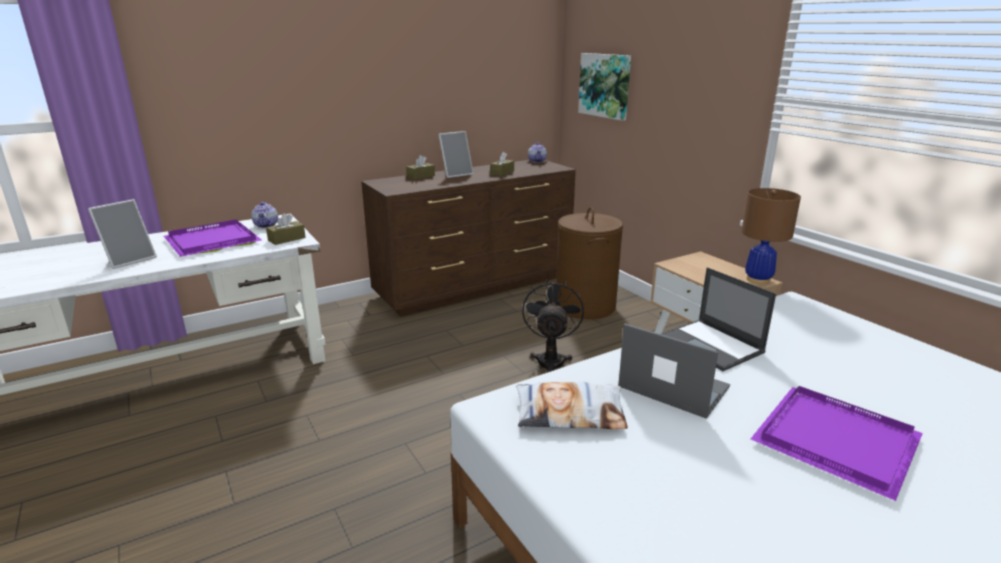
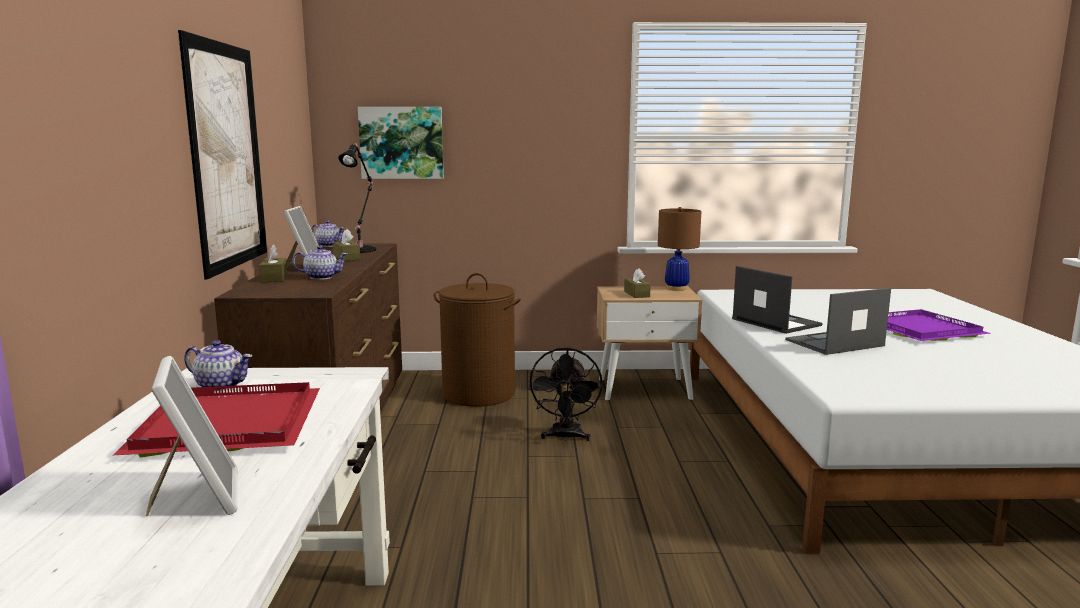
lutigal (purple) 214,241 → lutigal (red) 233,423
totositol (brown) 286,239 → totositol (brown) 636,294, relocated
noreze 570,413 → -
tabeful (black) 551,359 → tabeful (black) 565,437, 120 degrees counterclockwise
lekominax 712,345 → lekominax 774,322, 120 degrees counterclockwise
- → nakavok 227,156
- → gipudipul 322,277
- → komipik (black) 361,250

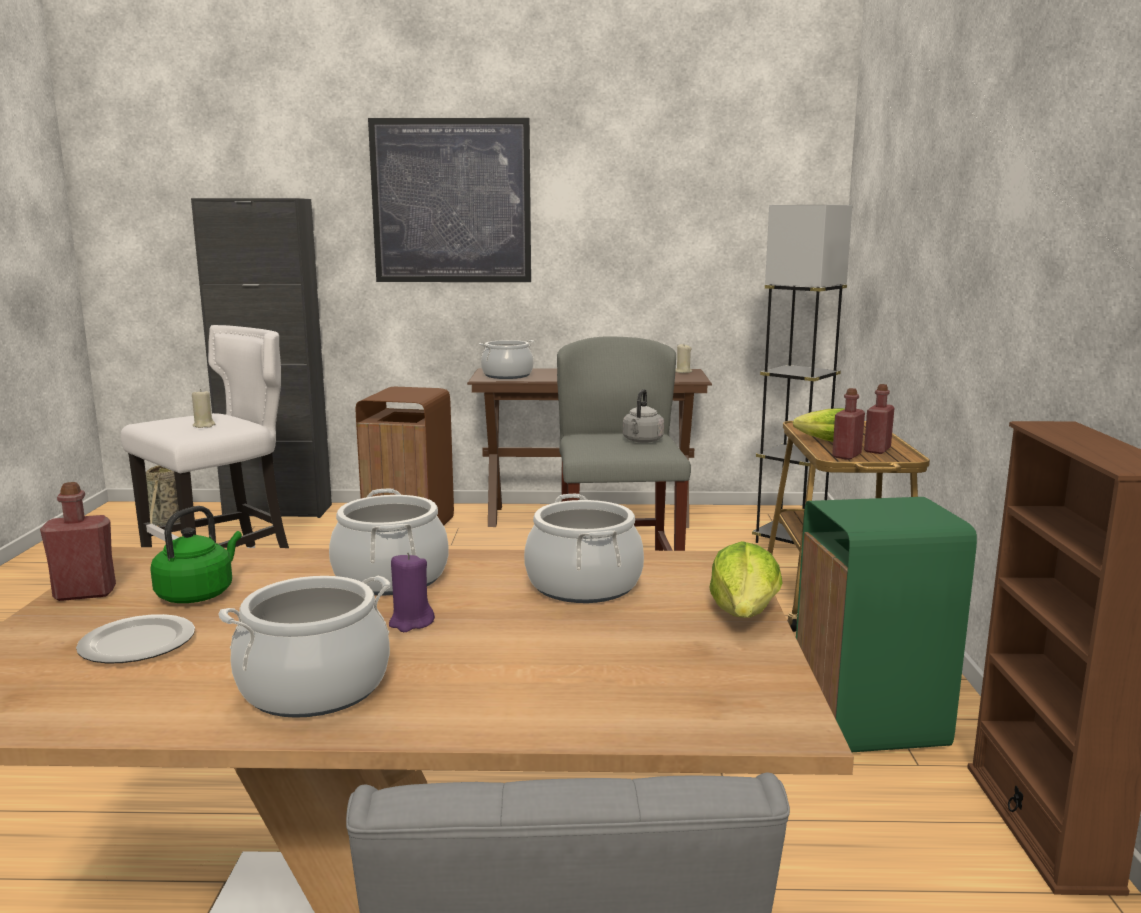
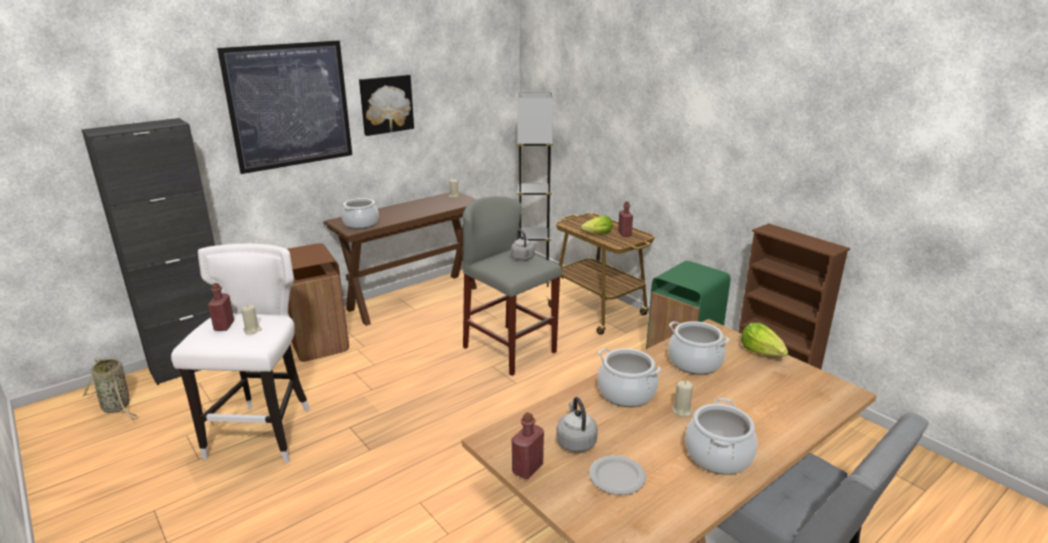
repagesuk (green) 198,594 → repagesuk (grey) 575,441
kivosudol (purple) 411,622 → kivosudol (beige) 682,410
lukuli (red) 846,456 → lukuli (red) 224,326, relocated
- → nakavok 386,104

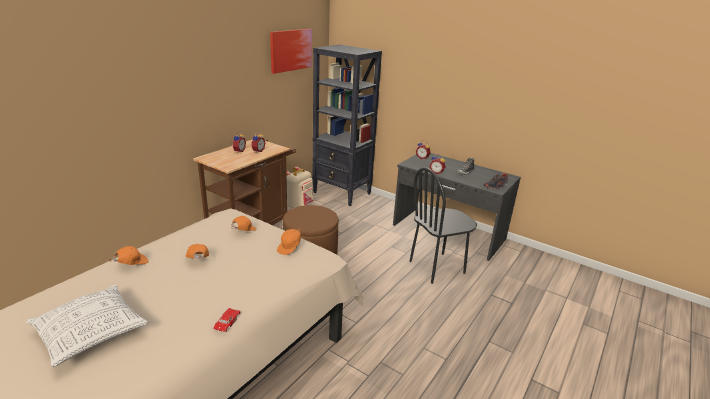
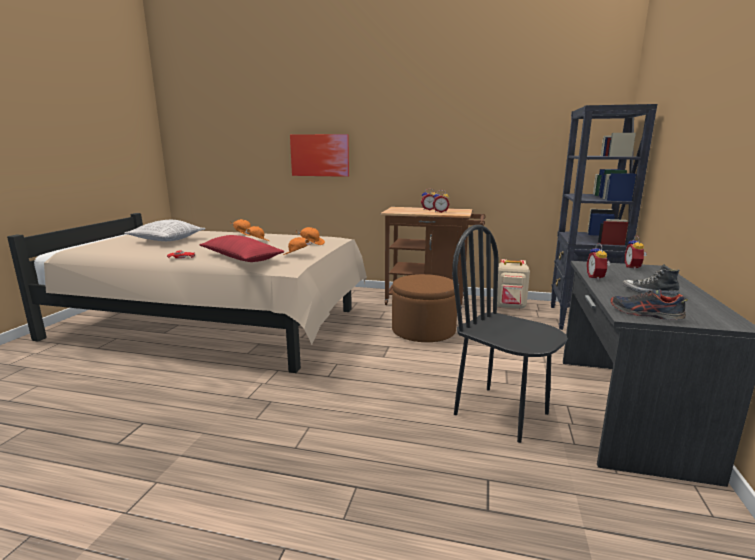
nakavok 291,50 → nakavok 320,155, relocated
- → noreze (red) 241,258

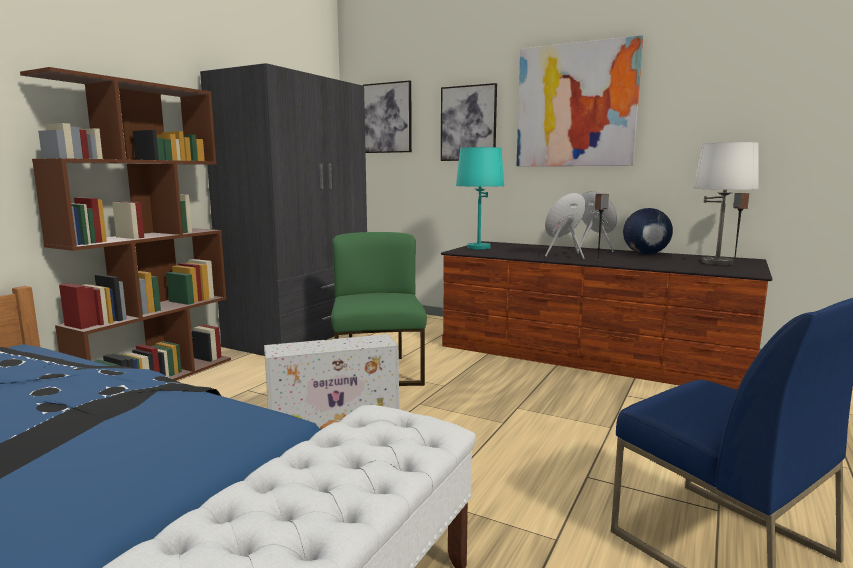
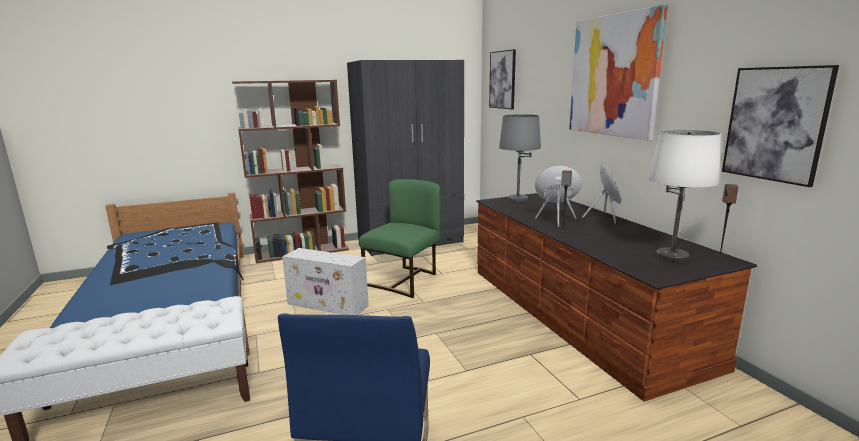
nakavok 468,123 → nakavok 775,124, relocated
komipik (turquoise) 479,247 → komipik (grey) 517,199
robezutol 645,254 → -

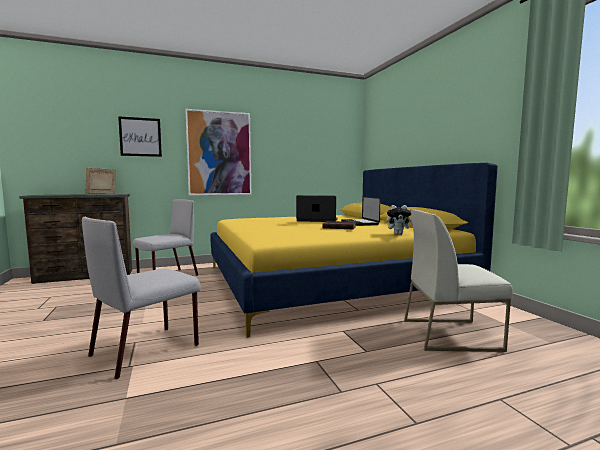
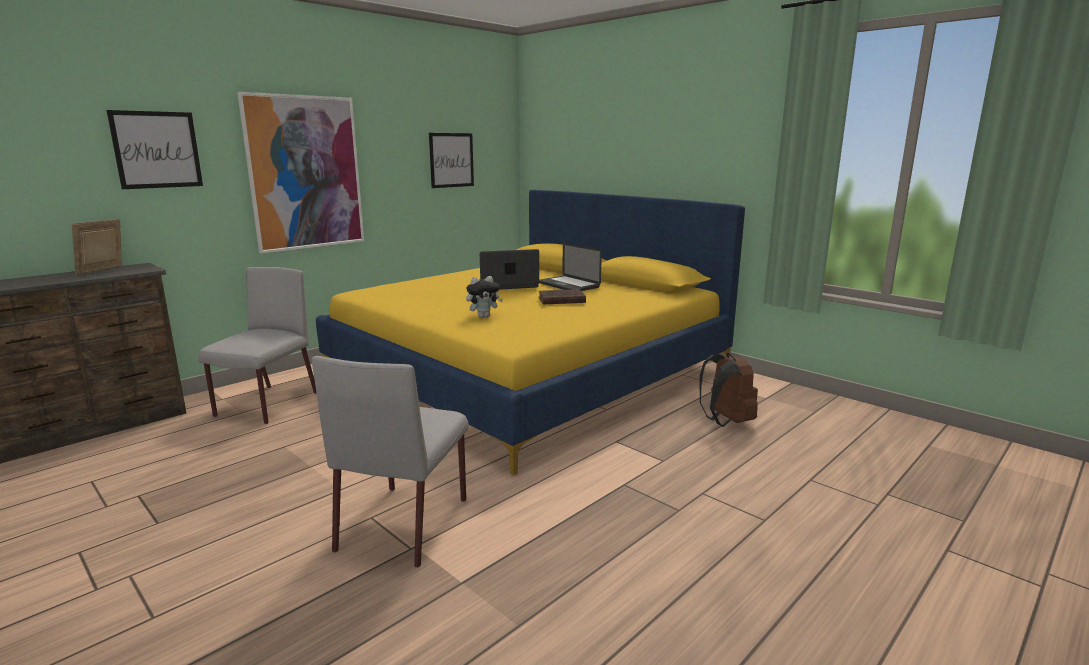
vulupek 398,234 → vulupek 484,316, relocated
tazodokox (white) 450,334 → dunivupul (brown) 725,421
- → nakavok 451,160

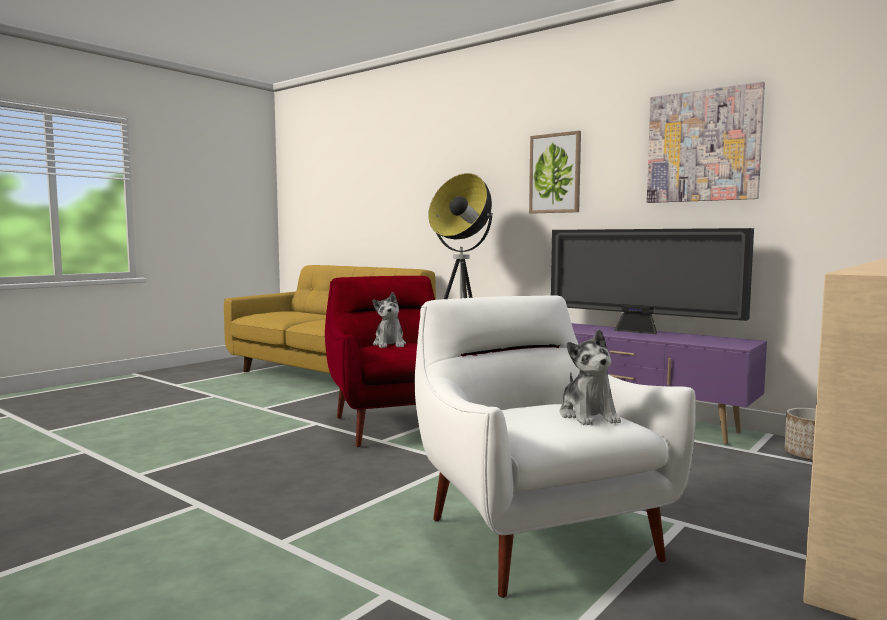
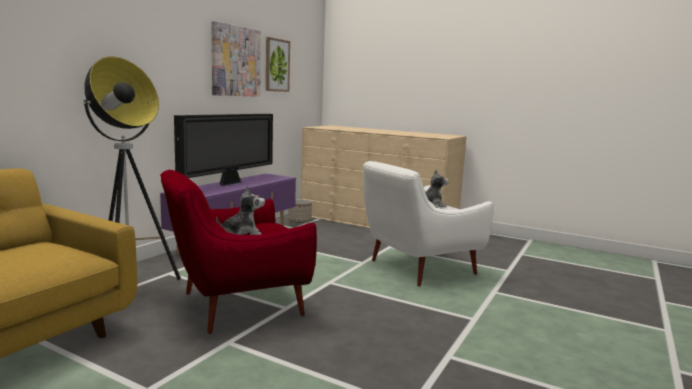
nakavok 555,173 → nakavok 276,65, relocated

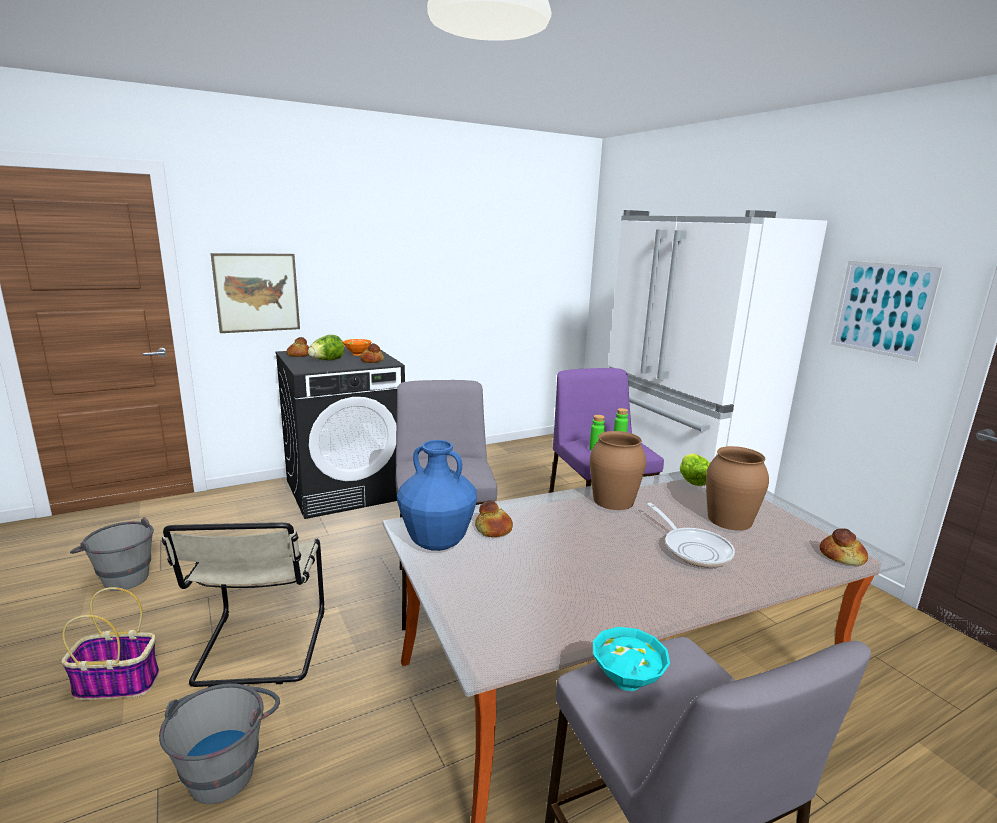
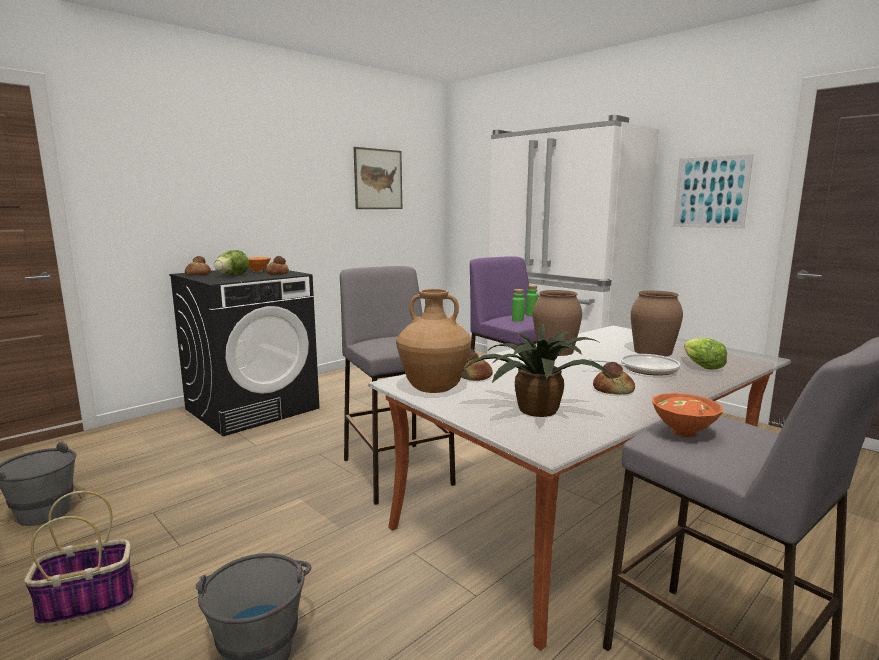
tazodokox (beige) 260,649 → -
nakavok 257,292 → nakavok 378,179, relocated
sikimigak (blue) 436,543 → sikimigak (brown) 433,389
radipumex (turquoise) 628,682 → radipumex (orange) 685,433
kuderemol 693,549 → kuderemol 643,369, 60 degrees counterclockwise
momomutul 692,480 → momomutul 701,366, relocated
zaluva 842,556 → zaluva 613,390, relocated
- → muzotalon 534,410

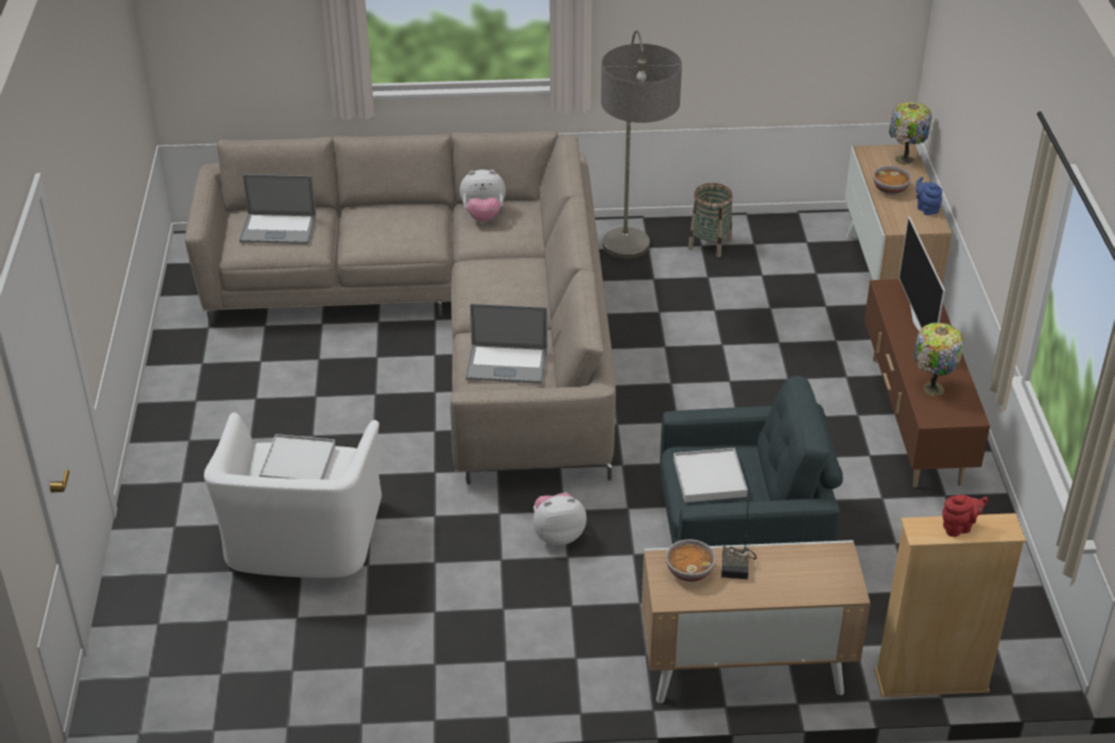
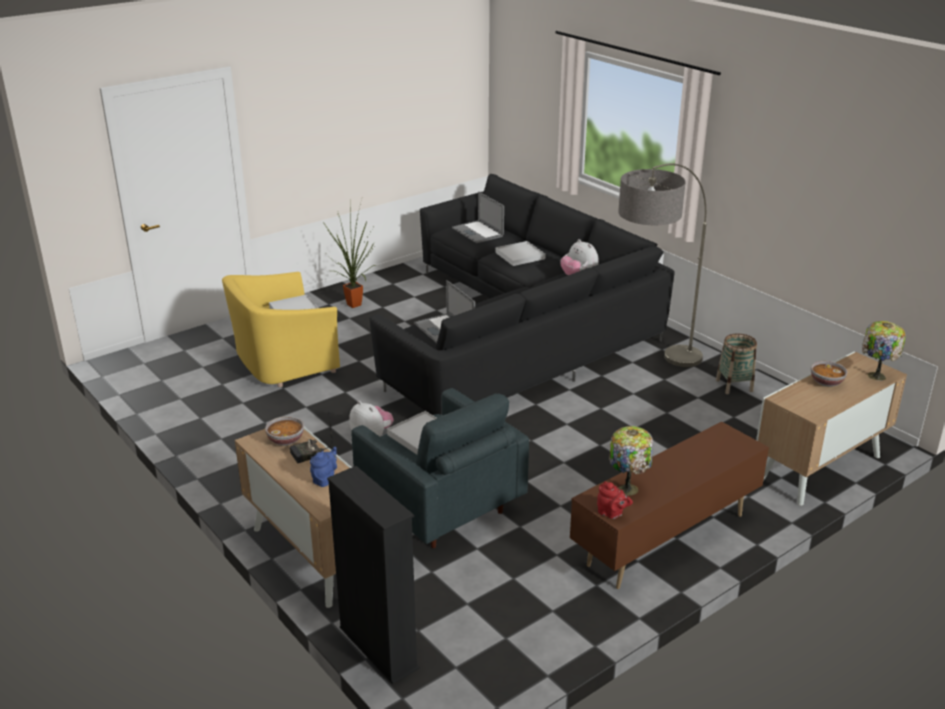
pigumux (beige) 446,323 → pigumux (black) 518,332
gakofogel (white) 302,540 → gakofogel (yellow) 284,362
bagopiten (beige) 931,681 → bagopiten (black) 378,648
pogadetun 919,323 → -
gipudipul (blue) 926,208 → gipudipul (blue) 325,479, relocated
gipudipul (red) 959,527 → gipudipul (red) 612,513, relocated
- → muzotalon 355,306
- → lutigal (white) 520,255

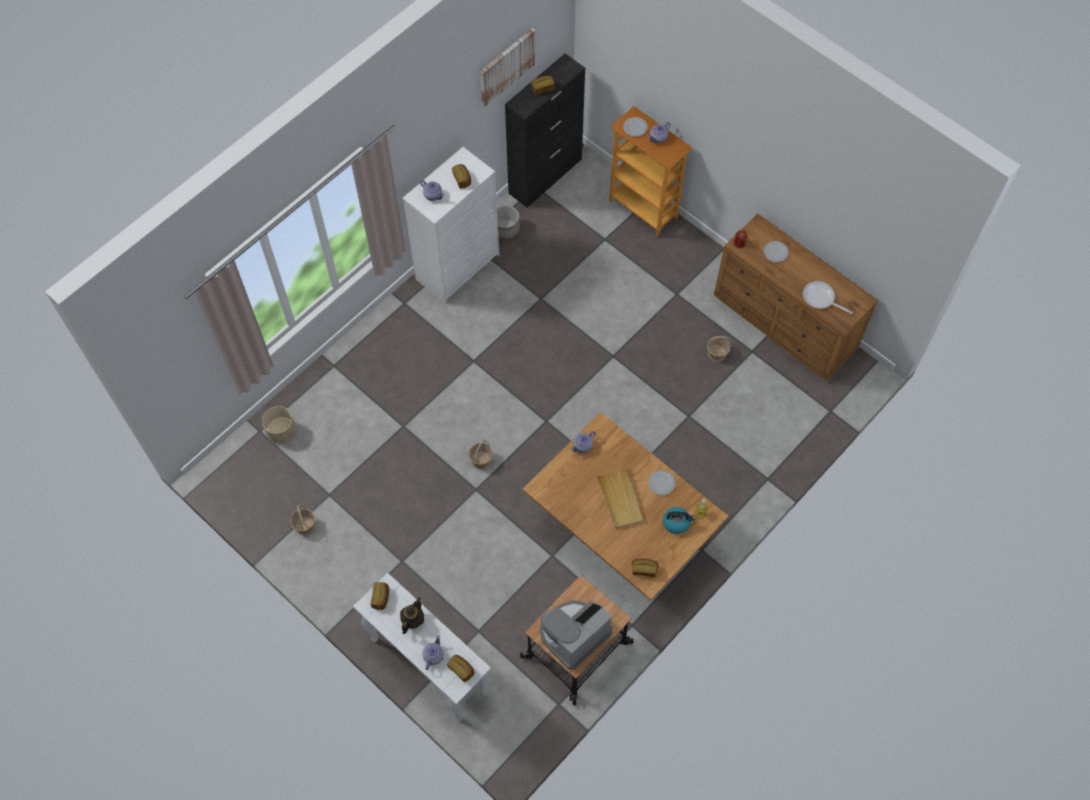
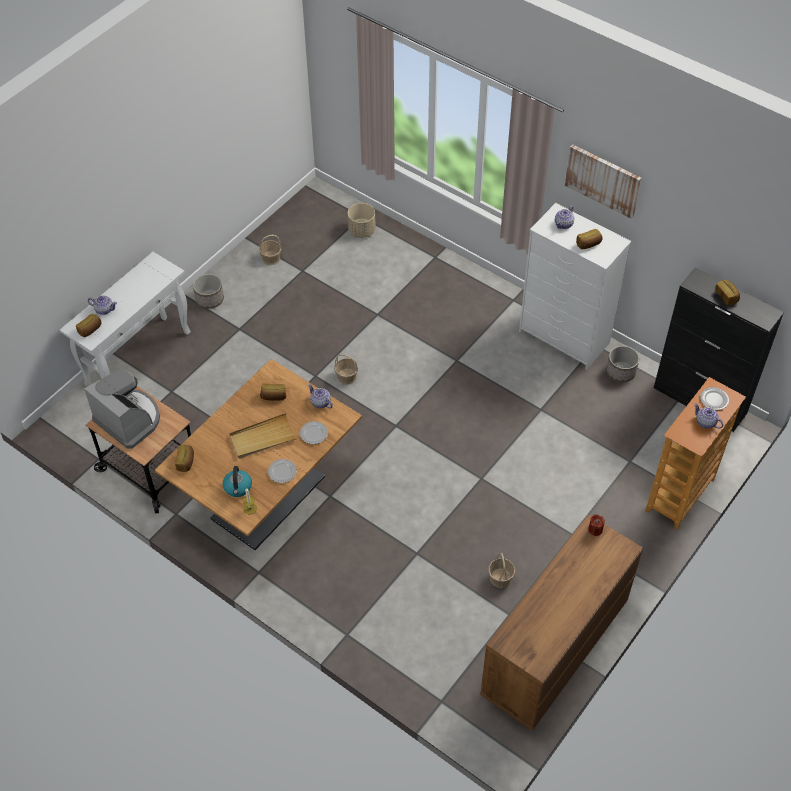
zaluva 381,598 → zaluva 273,397, relocated
gipudipul 412,620 → -
nakavok 506,66 → nakavok 603,180, relocated
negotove 775,252 → negotove 314,433, relocated
kuderemol 821,299 → -
- → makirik 210,299

